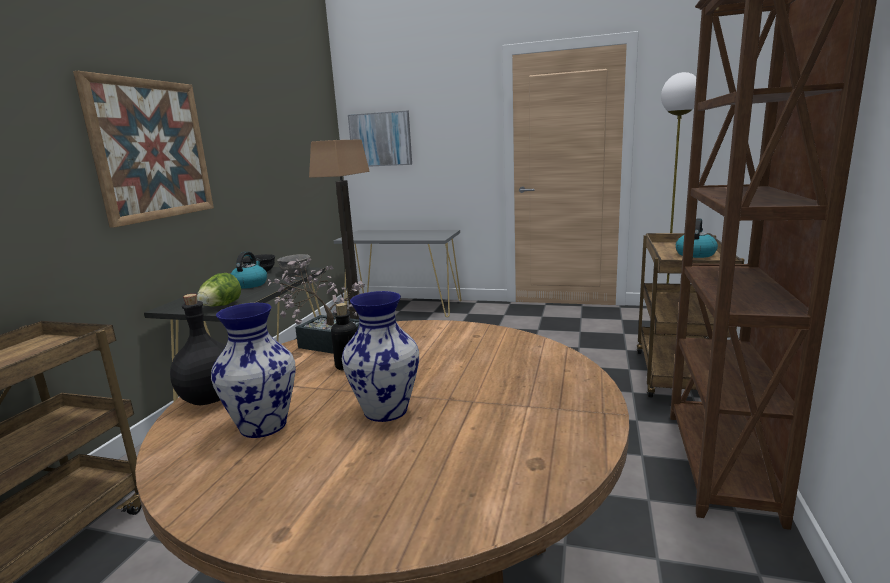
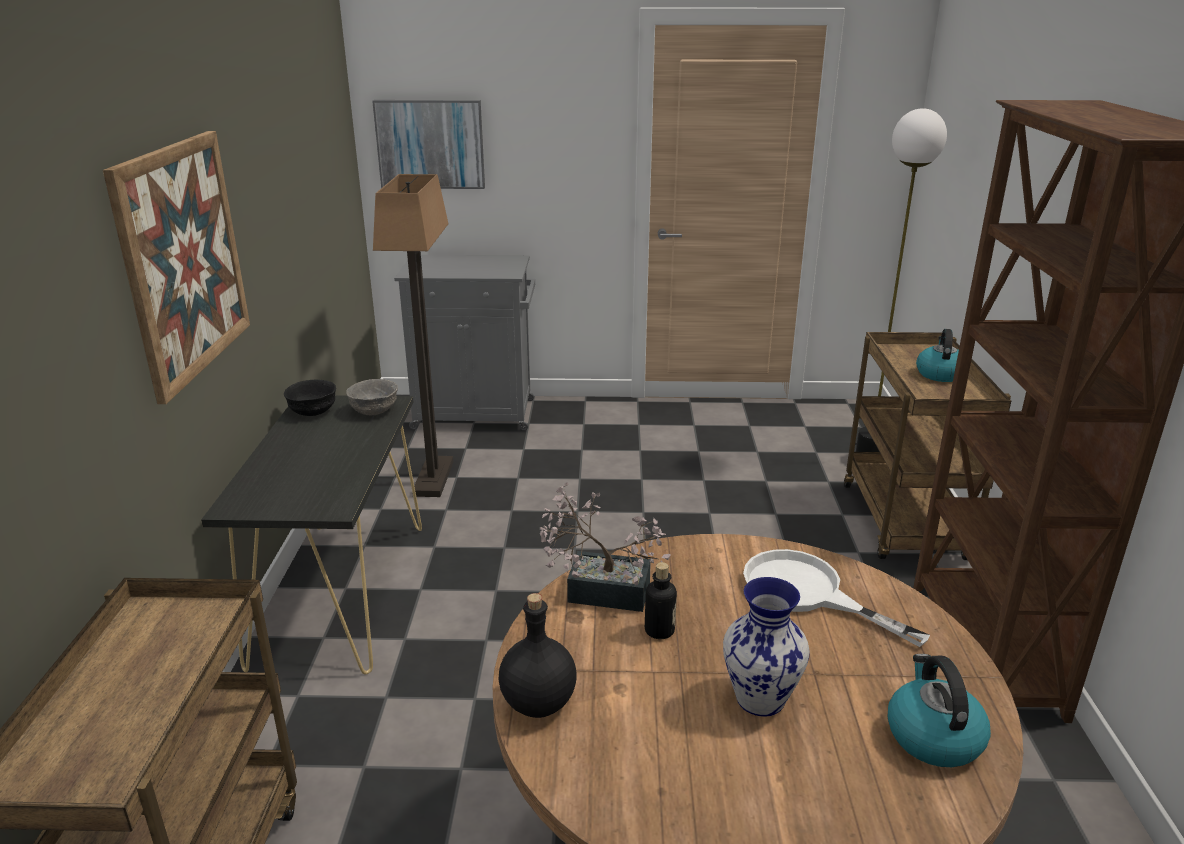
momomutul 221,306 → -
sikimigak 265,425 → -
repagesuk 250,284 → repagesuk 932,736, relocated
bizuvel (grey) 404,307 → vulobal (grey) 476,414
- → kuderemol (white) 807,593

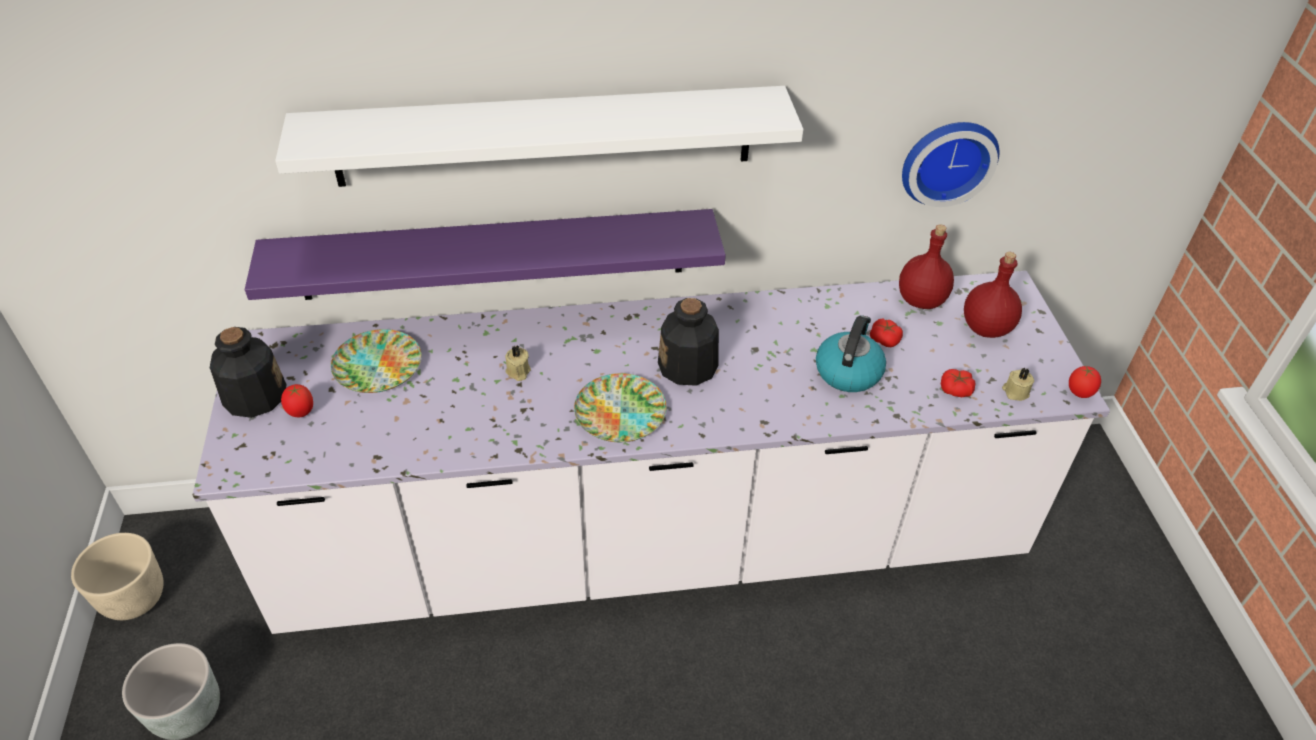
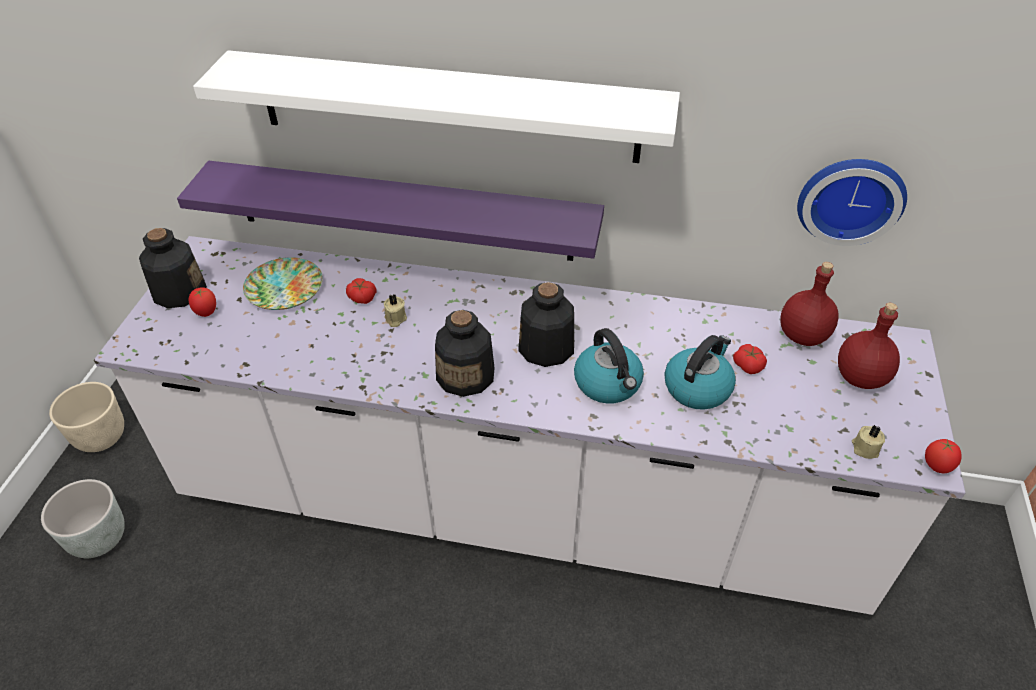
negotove 621,412 → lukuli 466,375
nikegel 955,390 → nikegel 362,297, relocated
- → repagesuk 608,384

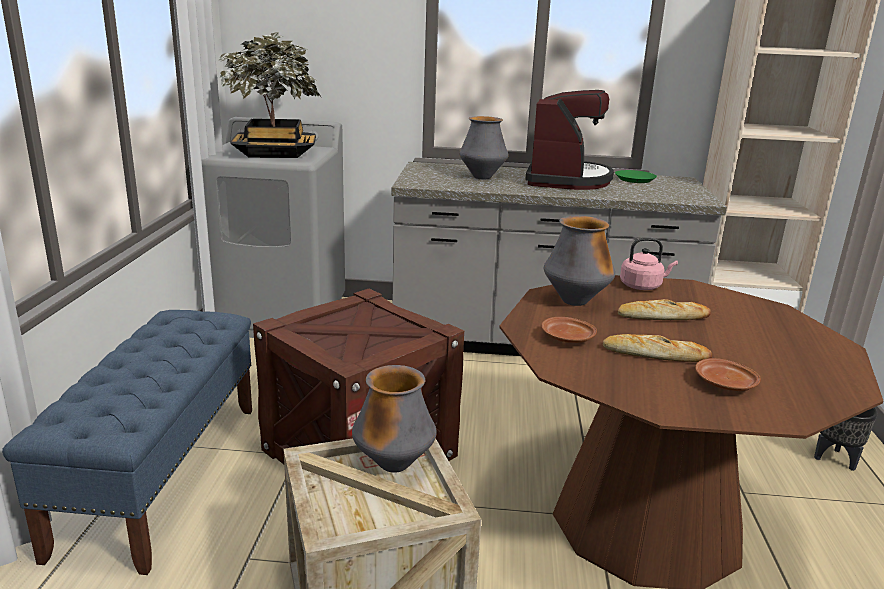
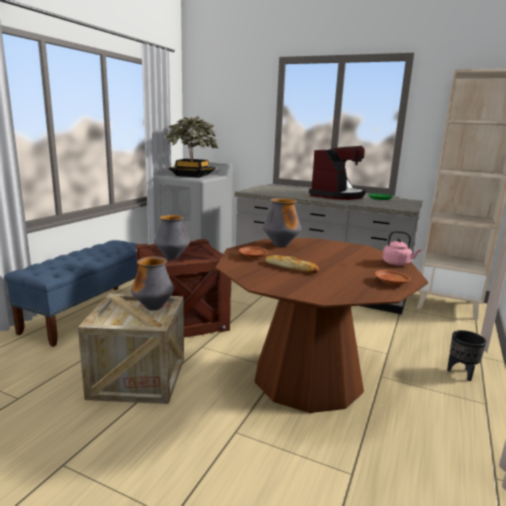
sikimigak 482,177 → sikimigak 172,257, relocated
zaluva 662,316 → -
repagesuk (pink) 642,286 → repagesuk (pink) 397,263, relocated
negotove (brown) 725,385 → negotove (brown) 391,282, relocated

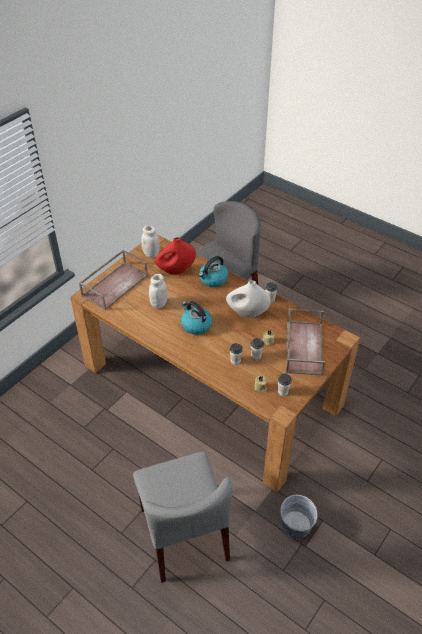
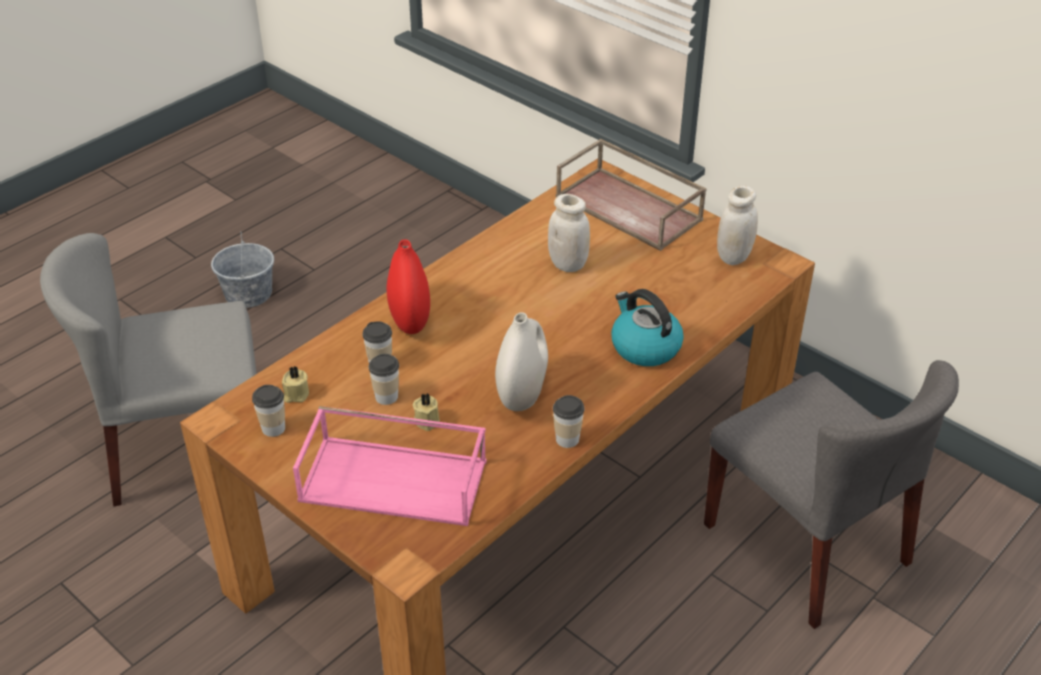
sikimigak (red) 176,271 → sikimigak (red) 410,320, relocated
repagesuk 196,325 → -
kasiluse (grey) 296,524 → kasiluse (grey) 248,293, relocated
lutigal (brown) 303,347 → lutigal (pink) 396,480

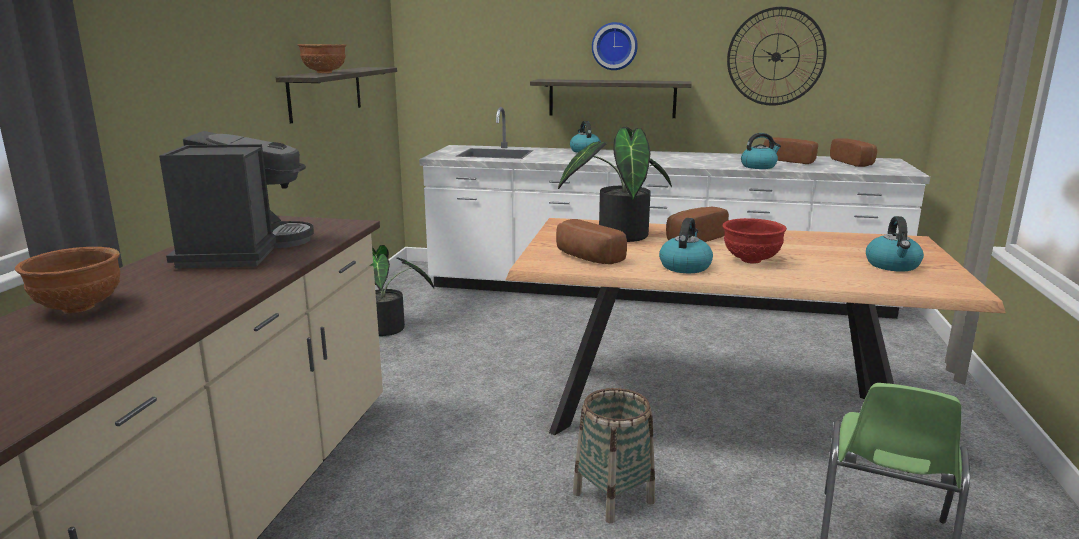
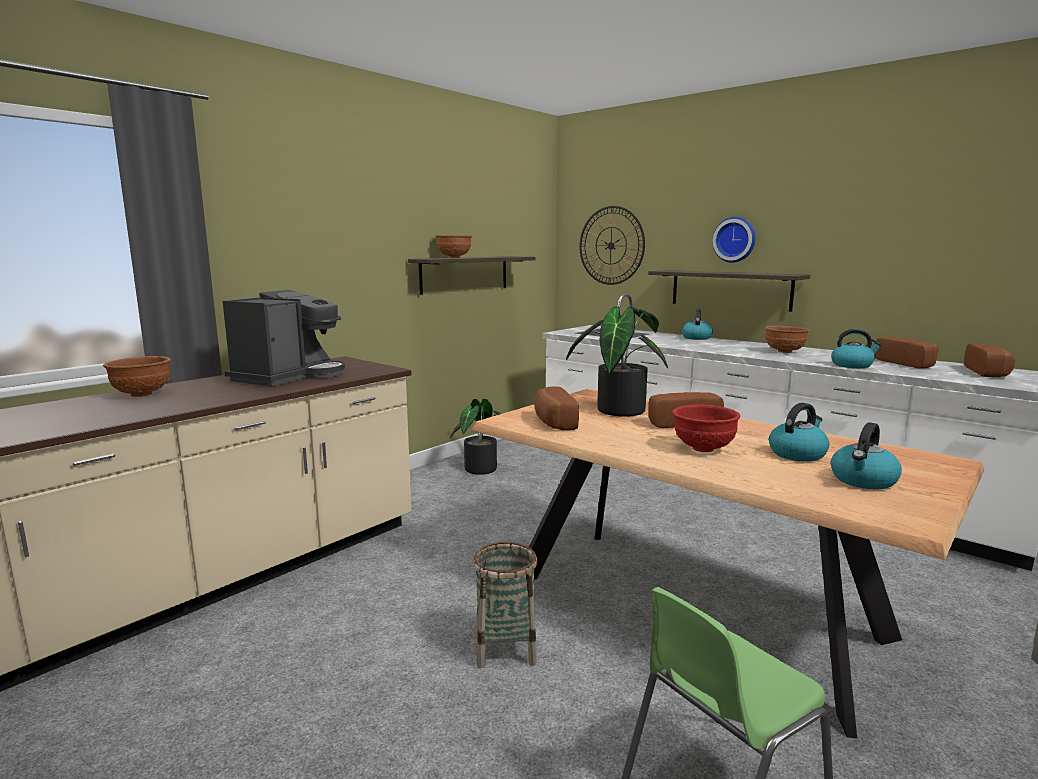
repagesuk 685,266 → repagesuk 797,454, relocated
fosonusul 776,57 → fosonusul 611,245, relocated
- → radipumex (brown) 785,352

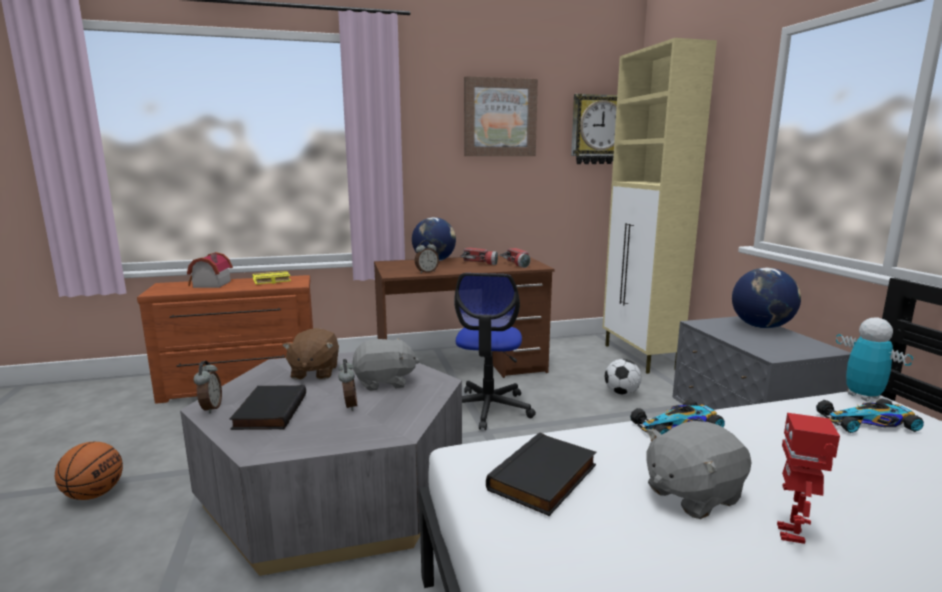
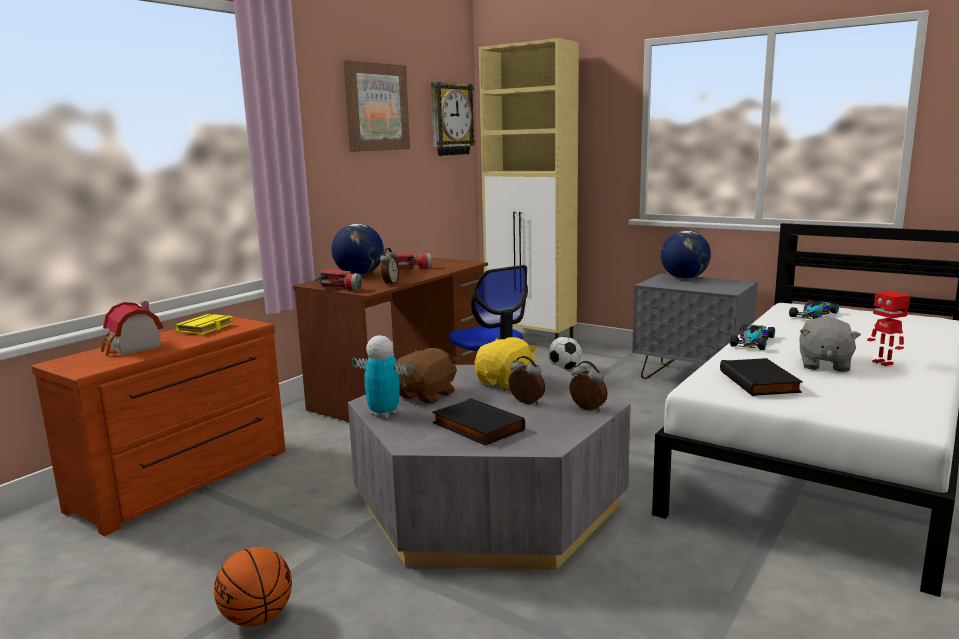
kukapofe 210,408 → kukapofe 587,409, relocated
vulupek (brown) 314,372 → vulupek (brown) 427,395, 105 degrees counterclockwise
vulupek (grey) 384,382 → vulupek (yellow) 506,383
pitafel 517,264 → pitafel 341,288, relocated
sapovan 862,396 → sapovan 383,413, relocated

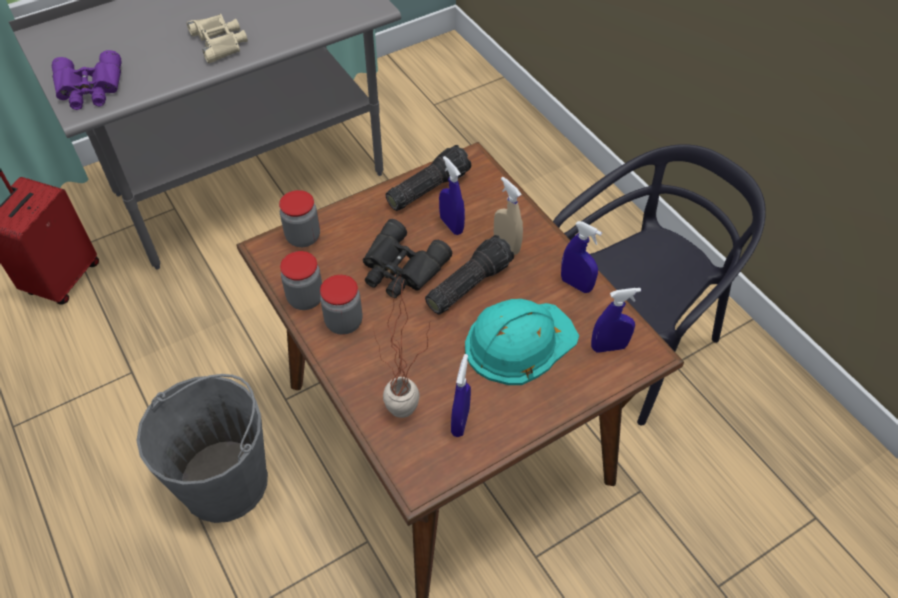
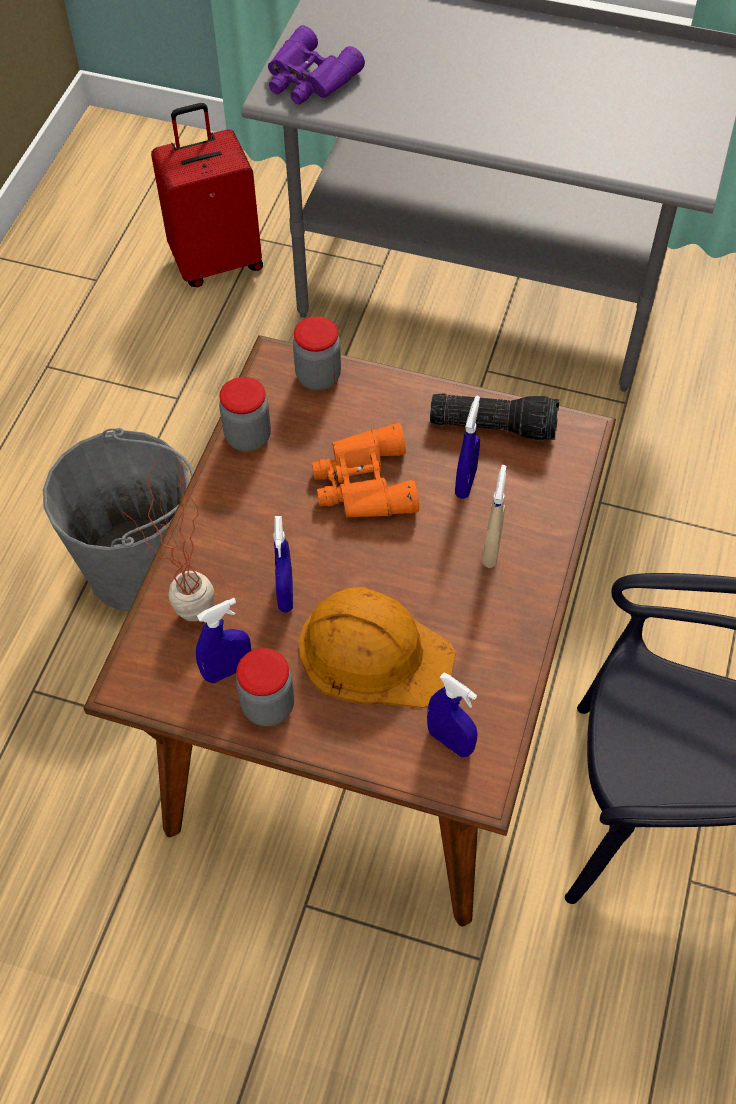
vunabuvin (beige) 220,42 → -
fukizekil 344,322 → fukizekil 268,706, relocated
vunabuvin (black) 401,269 → vunabuvin (orange) 362,483
pitafel 468,283 → -
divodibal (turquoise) 519,342 → divodibal (orange) 373,652
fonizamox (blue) 576,284 → fonizamox (blue) 285,594, relocated

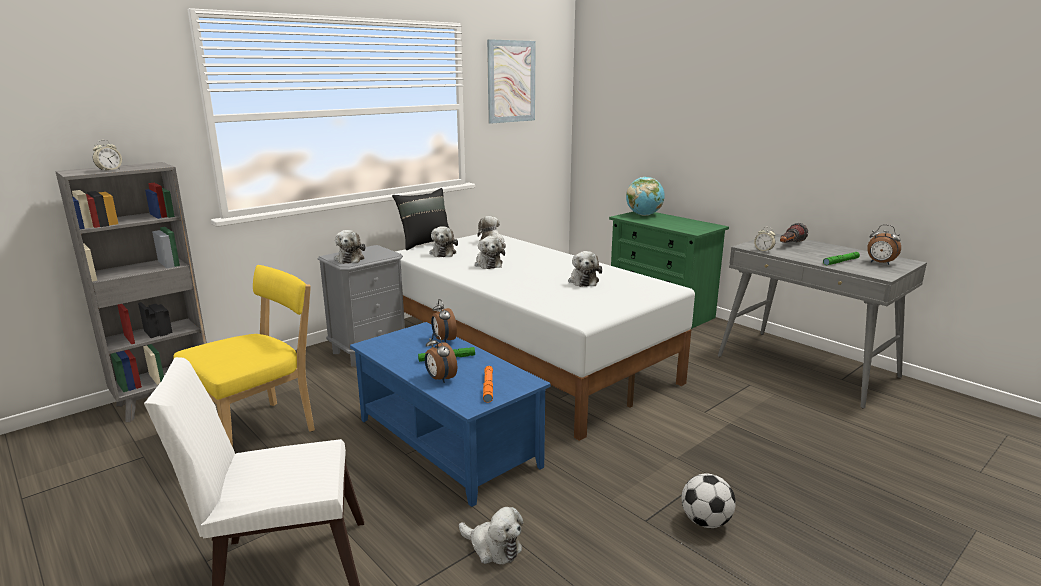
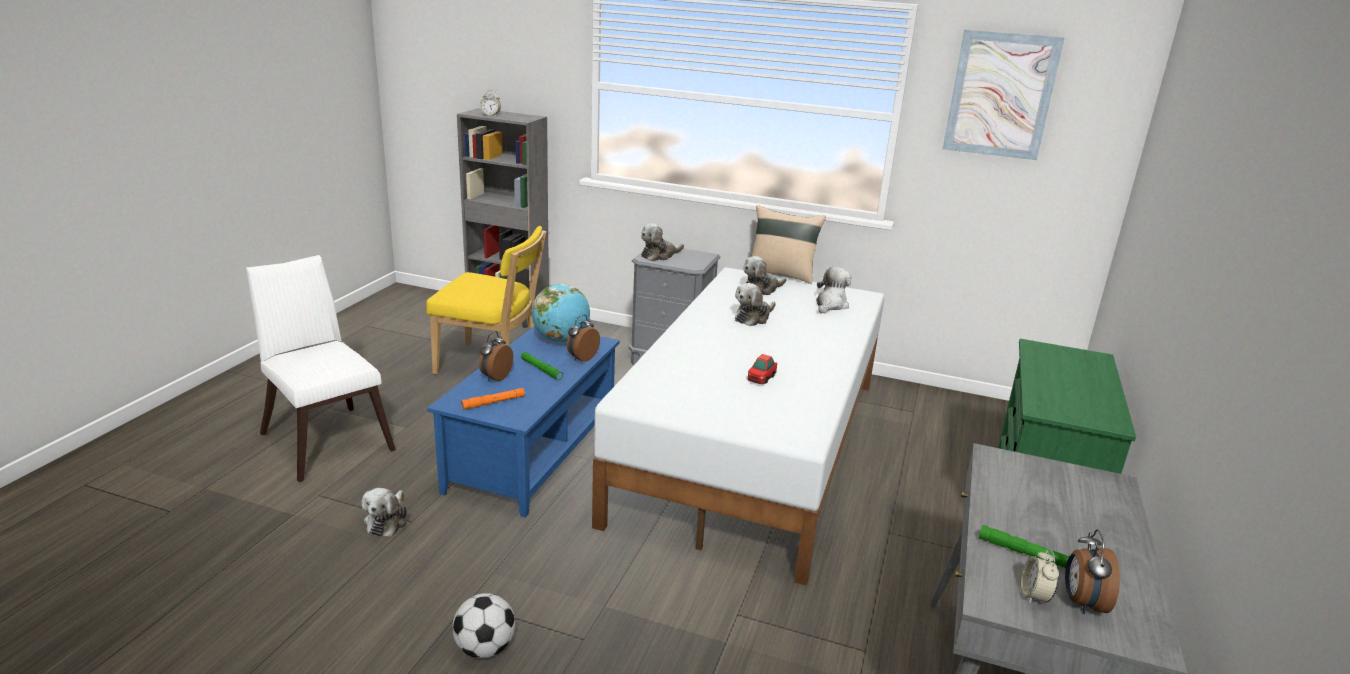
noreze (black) 424,243 → noreze (beige) 781,274
vulupek 583,281 → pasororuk 761,378
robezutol 644,215 → robezutol 561,340, relocated
kukapofe 763,251 → kukapofe 1034,596, relocated
pitafel 789,245 → -

